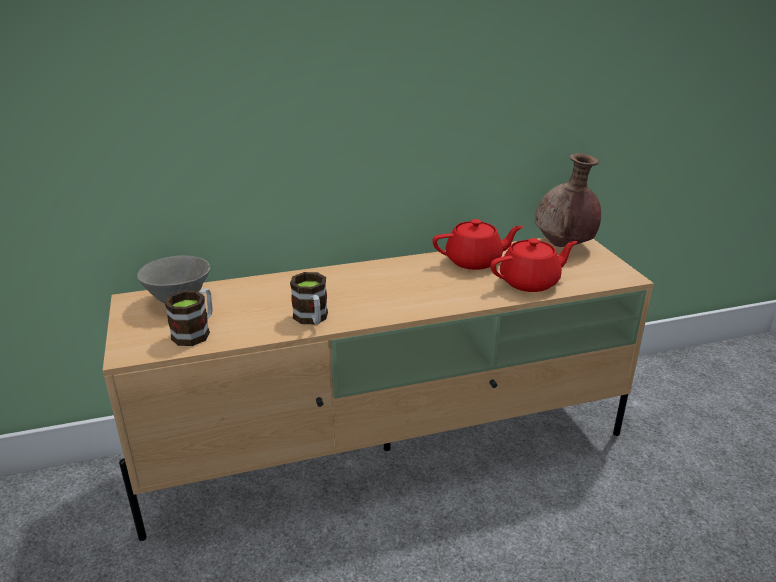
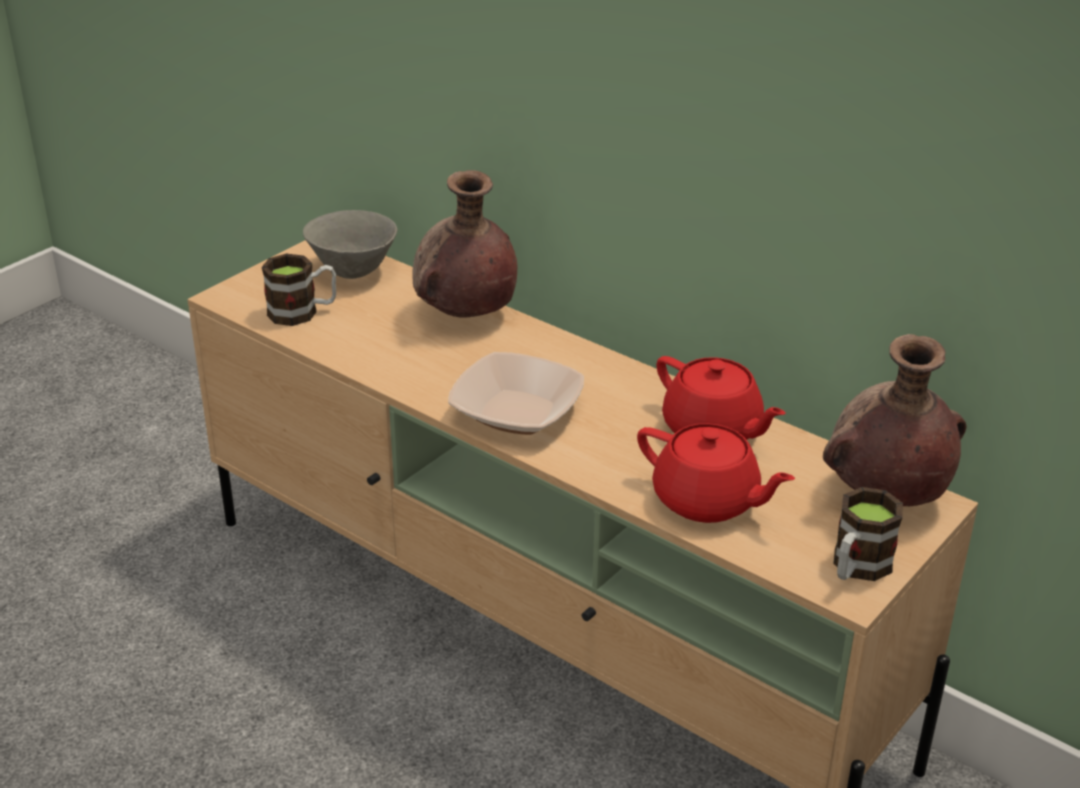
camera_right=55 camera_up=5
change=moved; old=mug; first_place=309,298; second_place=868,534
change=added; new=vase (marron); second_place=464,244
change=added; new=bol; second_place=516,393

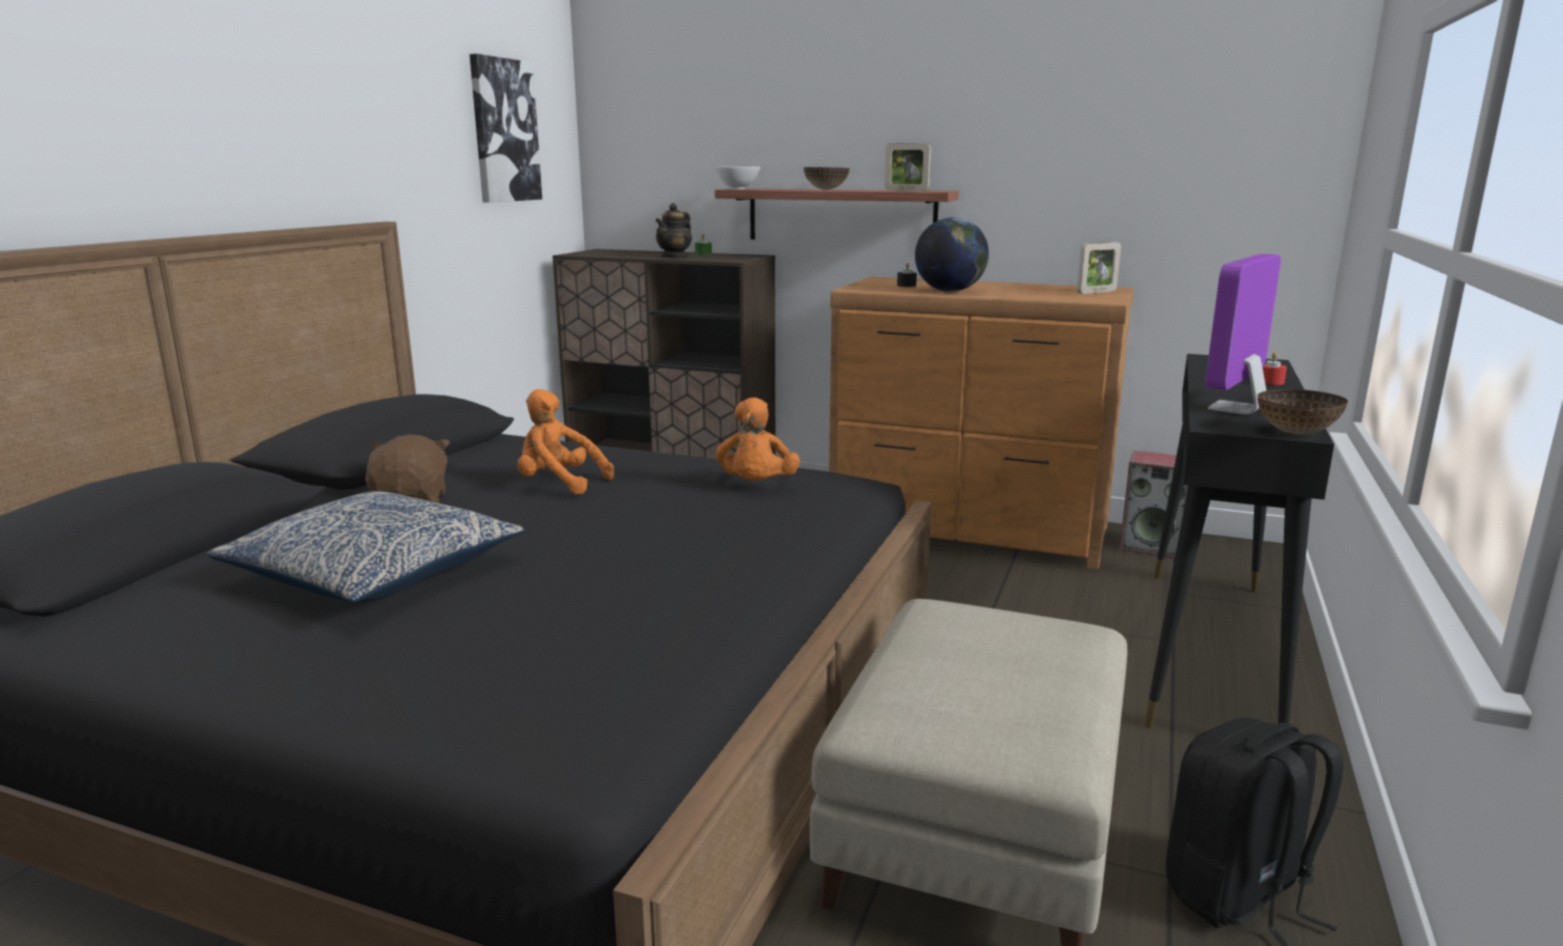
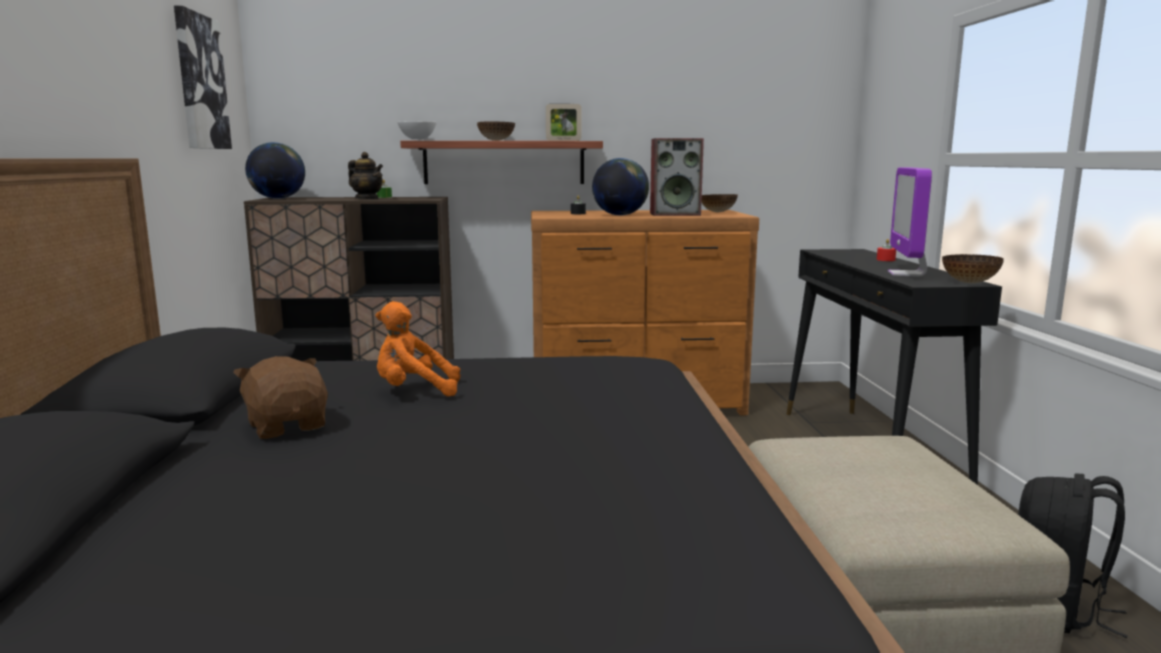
camera_right=-25 camera_up=-5
change=turned; old=théière; first_place=674,230; second_place=365,175; degrees=-60
change=replaced; old=cadre photo; new=bol; first_place=1099,268; second_place=720,203
change=removed; old=peluche (orange); first_place=758,438
change=moved; old=enceinte; first_place=1153,504; second_place=677,177
change=removed; old=coussin; first_place=365,547
change=added; new=globe; second_place=275,170

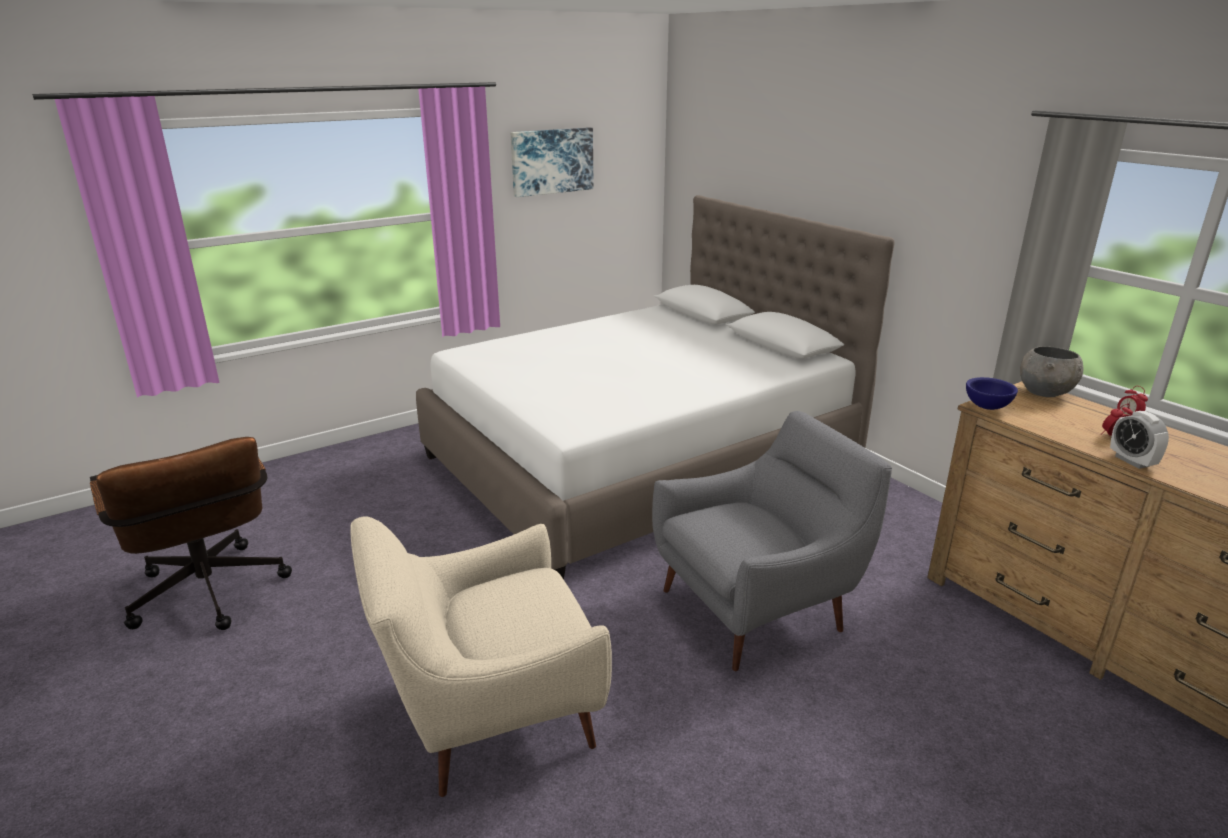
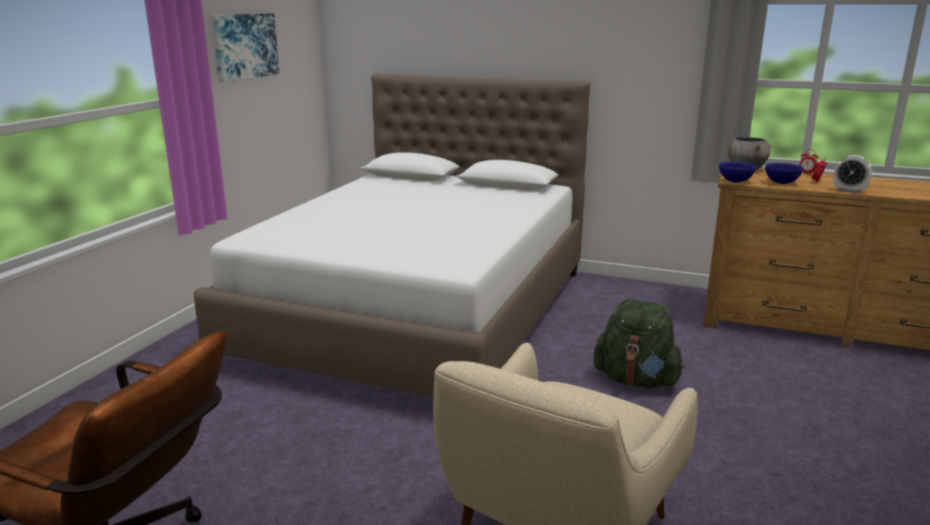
camera_right=-35 camera_up=-5
change=replaced; old=fauteuil (gris); new=sac à dos (vert); first_place=772,541; second_place=639,343
change=added; new=bol (bleu); second_place=784,173

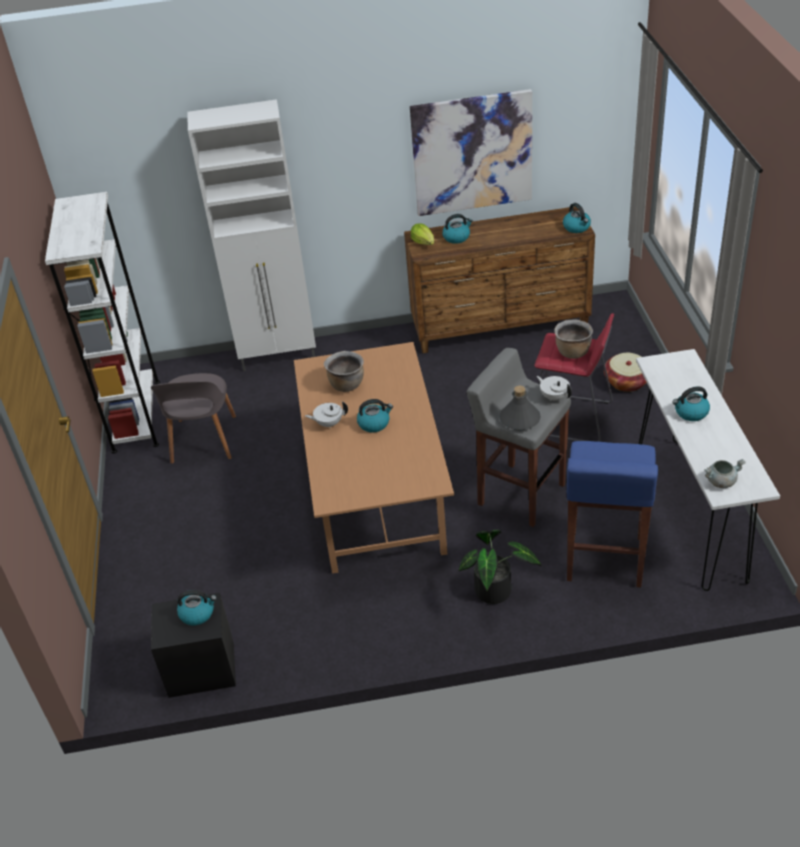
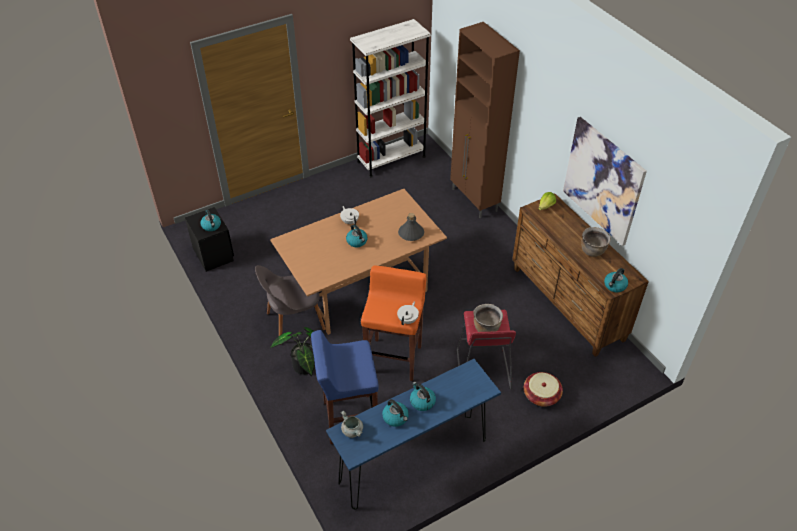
camera_right=65 camera_up=5
change=recoloured; old=meuble de rangement (blanc); new=meuble de rangement (marron); first_place=251,235; second_place=485,120
change=moved; old=bouilloire; first_place=457,229; second_place=395,413
change=recoloured; old=tabouret (gris); new=tabouret (orange); first_place=519,437; second_place=393,323
change=recoloured; old=table console (blanc); new=table console (bleu); first_place=708,470; second_place=413,434
change=moved; old=marmite (marron); first_place=344,371; second_place=596,242
change=moved; old=chaise (gris); first_place=193,418; second_place=290,305
change=moved; old=bouteille (gris); first_place=520,408; second_place=411,227

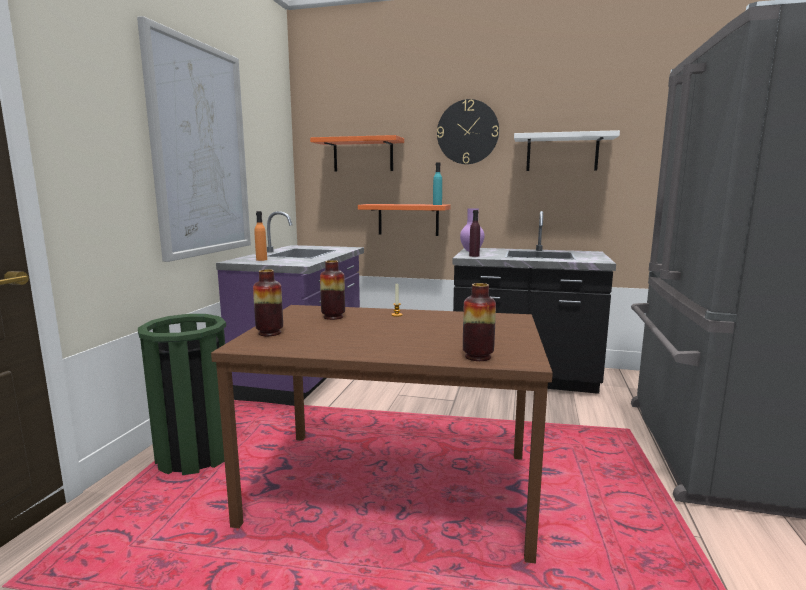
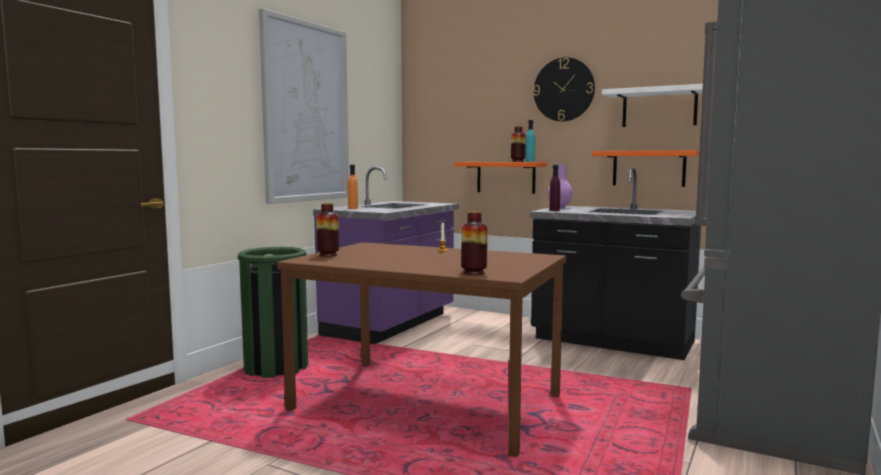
camera_right=15 camera_up=-5
change=moved; old=étagère (orange); first_place=357,153; second_place=645,168
change=moved; old=vase; first_place=332,290; second_place=518,144

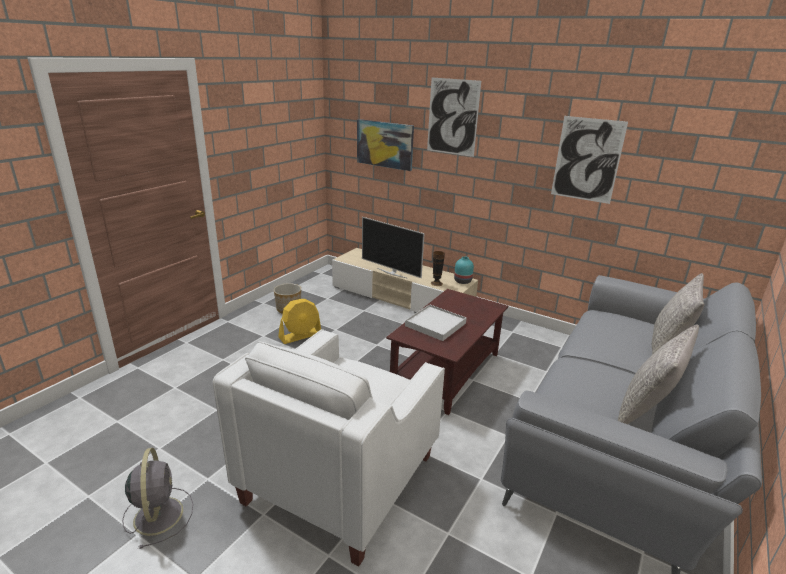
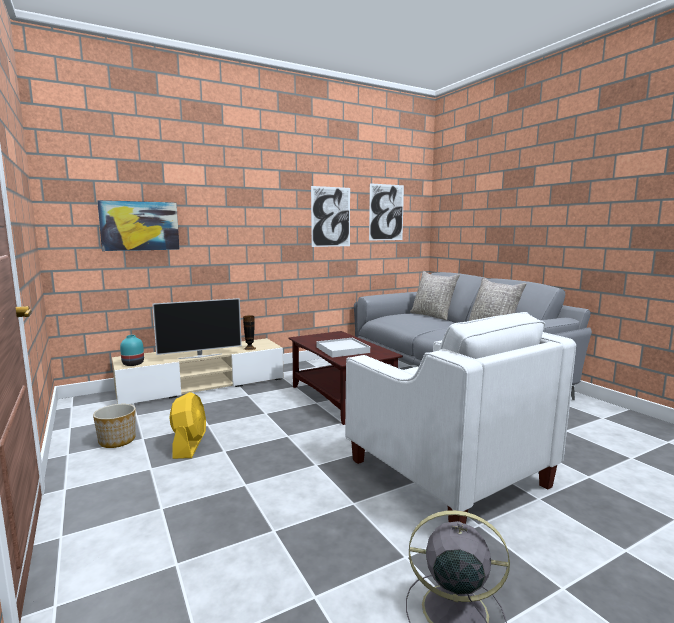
camera_right=-60 camera_up=-15
change=moved; old=tableau; first_place=454,117; second_place=386,211
change=moved; old=vase (turquoise); first_place=464,270; second_place=132,350

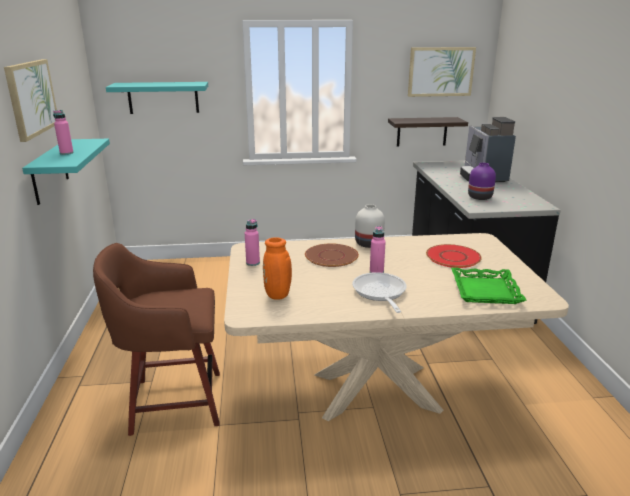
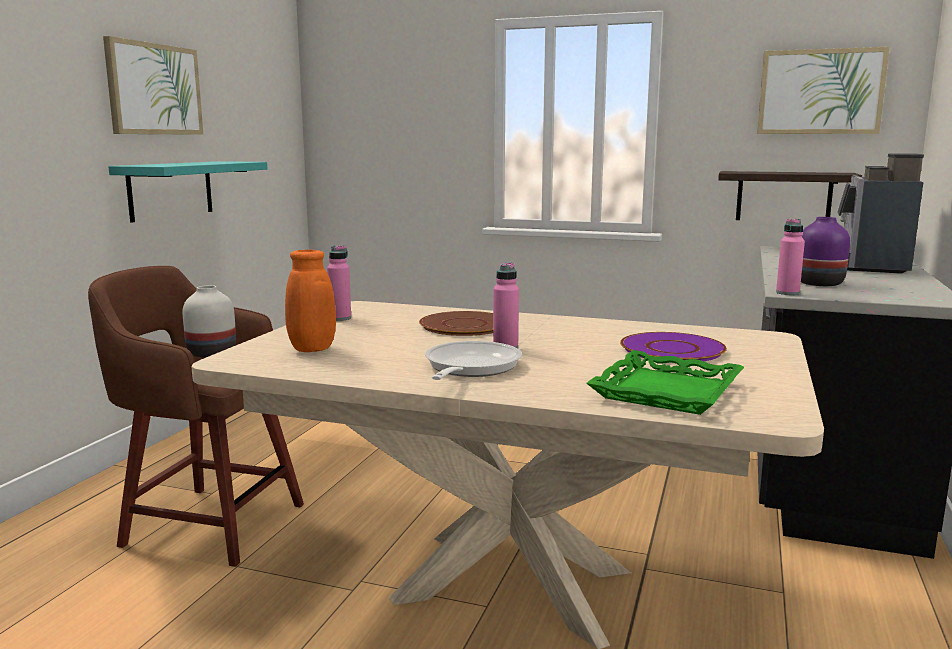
camera_right=25 camera_up=-10
change=removed; old=étagère (turquoise); first_place=157,98
change=moved; old=bouteille (rose); first_place=63,132; second_place=790,257
change=moved; old=vase (blanc); first_place=370,226; second_place=209,321
change=recoloured; old=assiette (rouge); new=assiette (violet); first_place=454,256; second_place=673,346

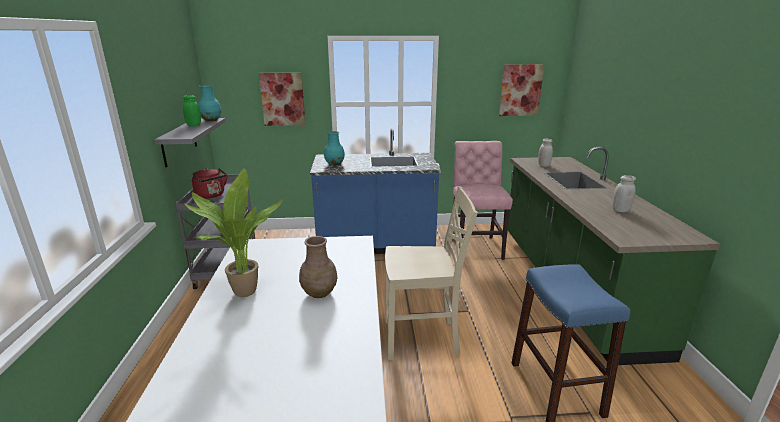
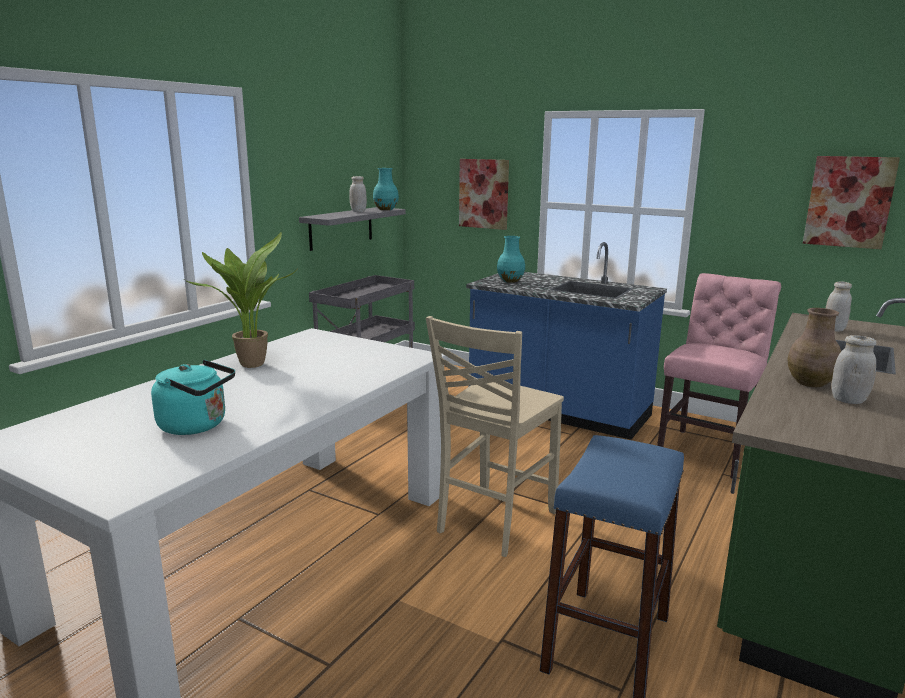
camera_right=35 camera_up=-5
change=recoloured; old=bocal (vert); new=bocal (blanc); first_place=192,111; second_place=358,194
change=removed; old=bouilloire (rouge); first_place=209,183
change=turned; old=chaise (beige); first_place=431,273; second_place=495,436; degrees=90
change=moved; old=vase (marron); first_place=318,267; second_place=814,347
change=added; new=bouilloire (turquoise); second_place=193,397

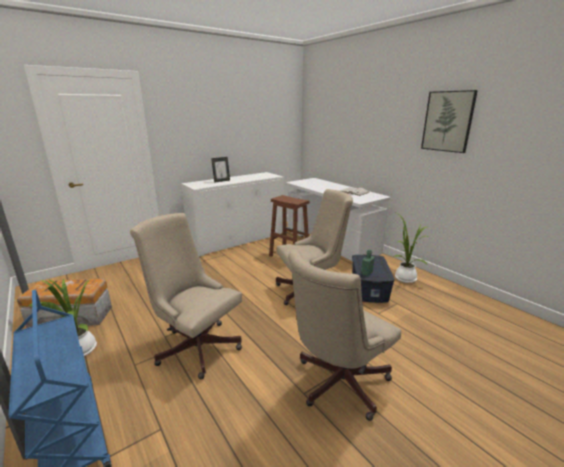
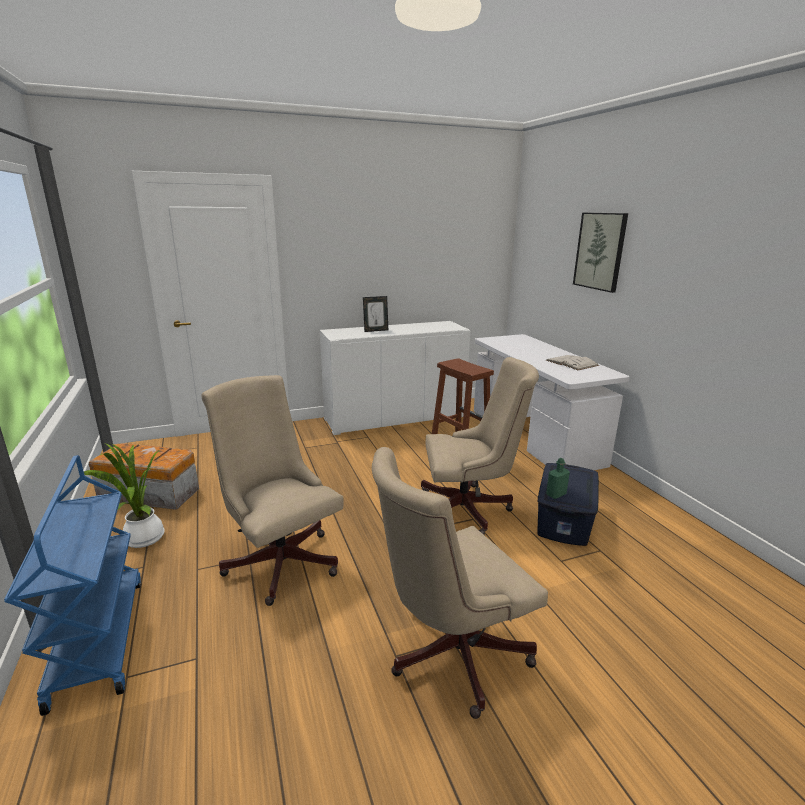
camera_right=15 camera_up=0
change=moved; old=tableau; first_place=449,121; second_place=600,253
change=removed; old=plante en pot; first_place=411,248

